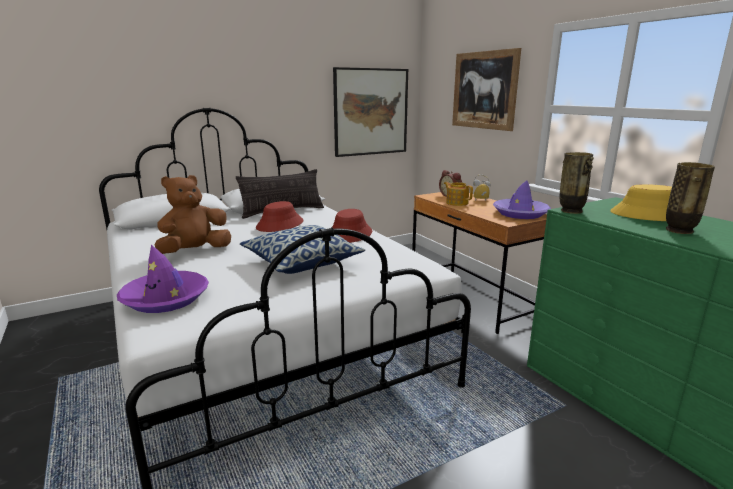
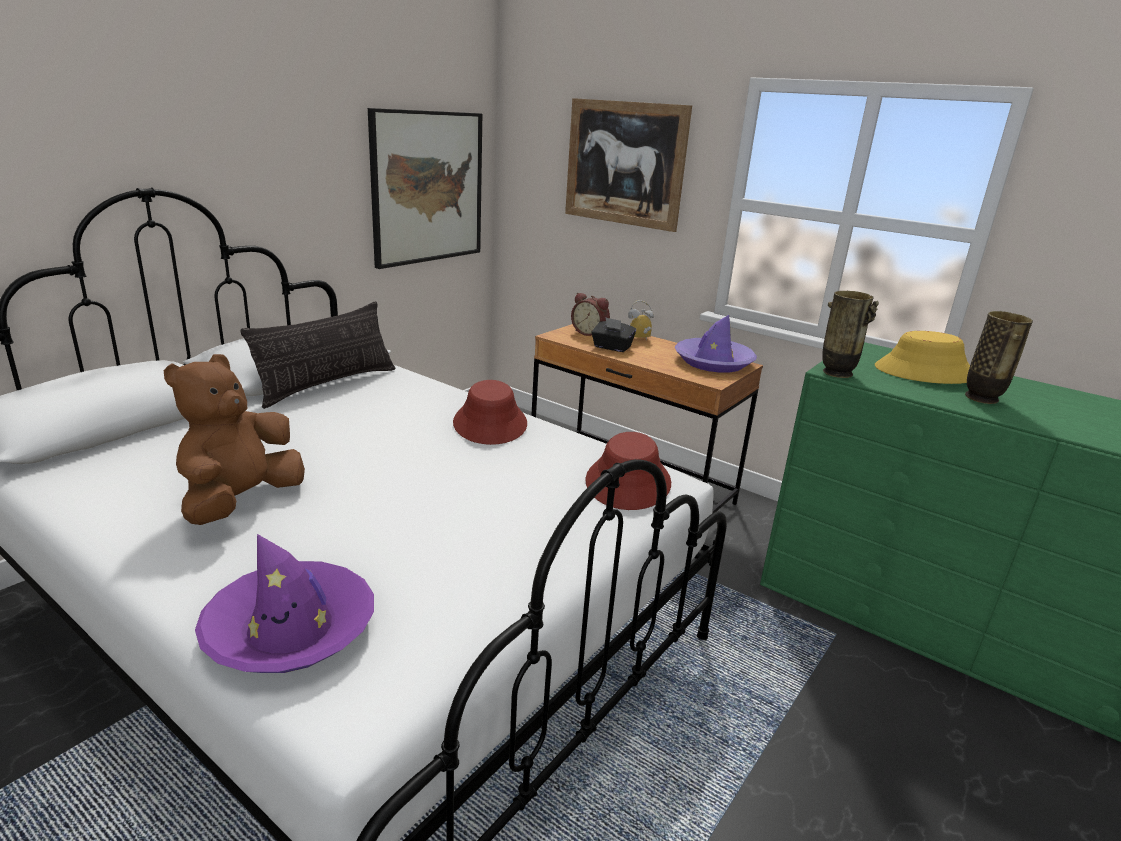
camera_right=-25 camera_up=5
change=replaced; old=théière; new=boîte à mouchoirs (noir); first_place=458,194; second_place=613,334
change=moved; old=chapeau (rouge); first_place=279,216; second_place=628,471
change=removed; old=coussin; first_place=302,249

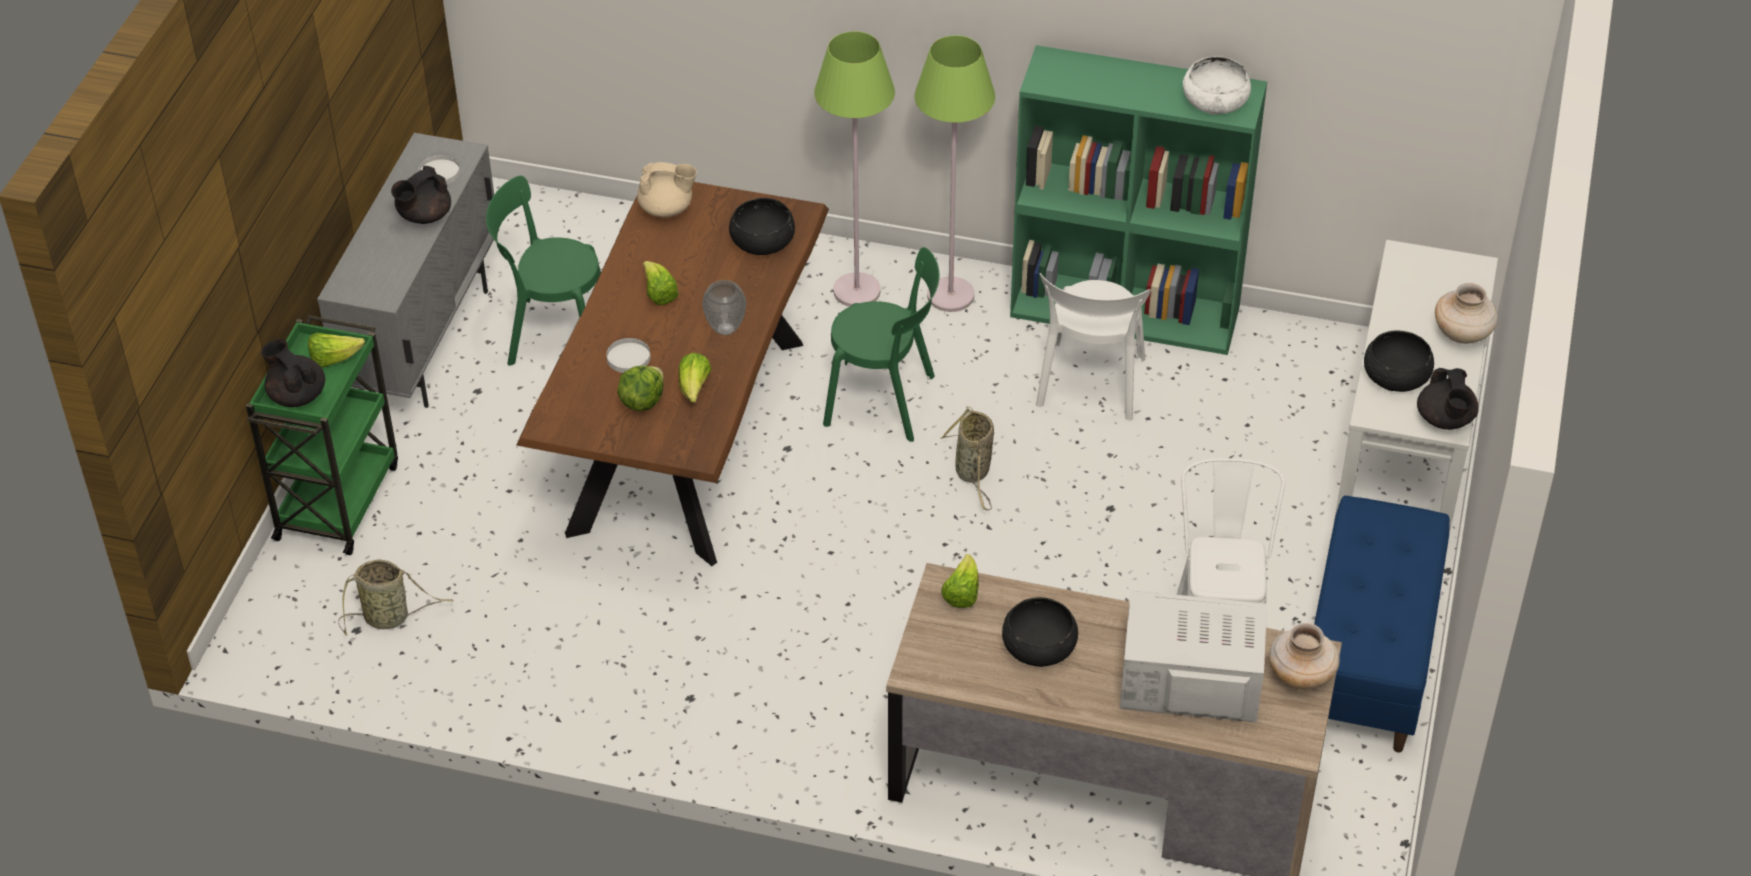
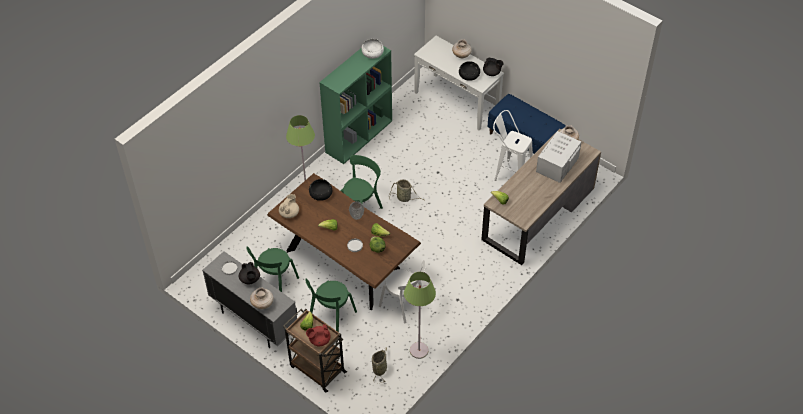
camera_right=-65 camera_up=5
change=moved; old=lampadaire (vert); first_place=954,173; second_place=420,315
change=moved; old=chaise (blanc); first_place=1093,347; second_place=402,292
change=recoloured; old=chariot (vert); new=chariot (marron); first_place=322,435; second_place=315,350
change=recoloured; old=théière (noir); new=théière (rouge); first_place=293,373; second_place=318,335
change=removed; old=bol (noir); first_place=1040,632
change=added; new=chaise (vert); second_place=331,305
change=added; new=vase (beige); second_place=262,298

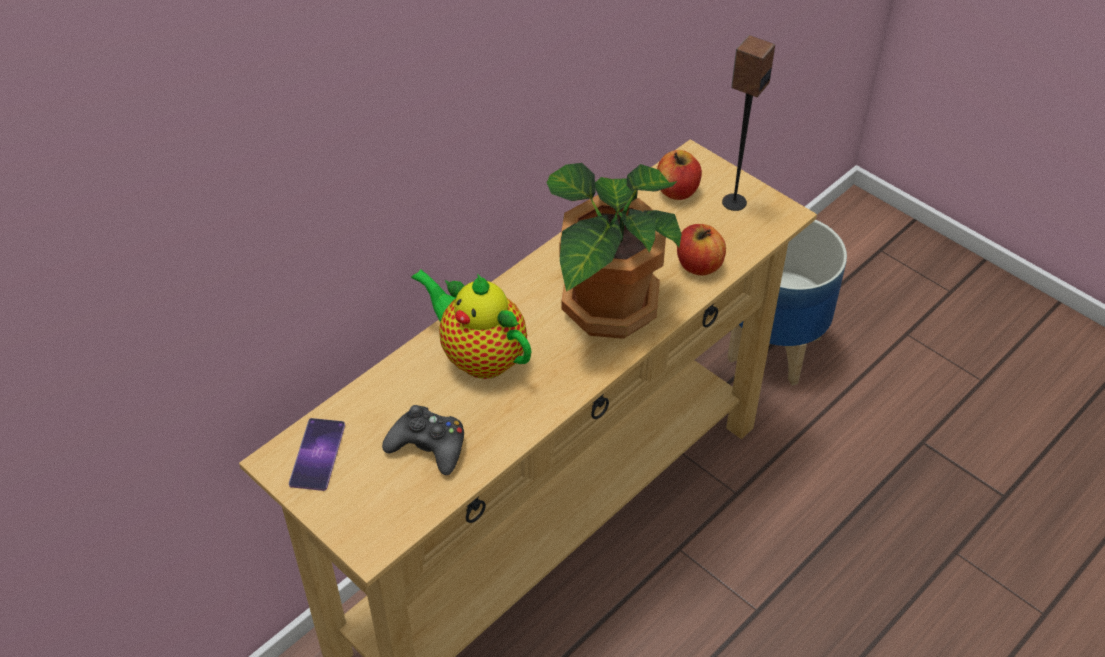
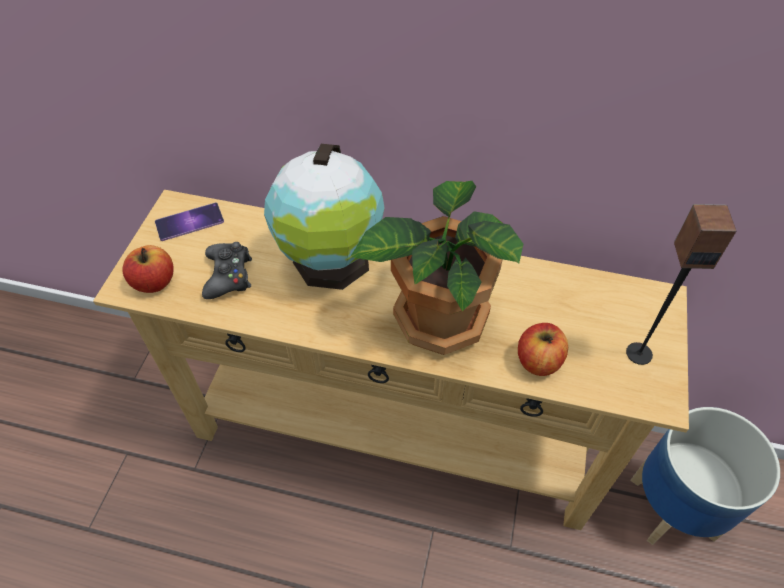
camera_right=60 camera_up=5
change=moved; old=pomme; first_place=679,175; second_place=148,269
change=replaced; old=théière; new=globe; first_place=471,324; second_place=324,217

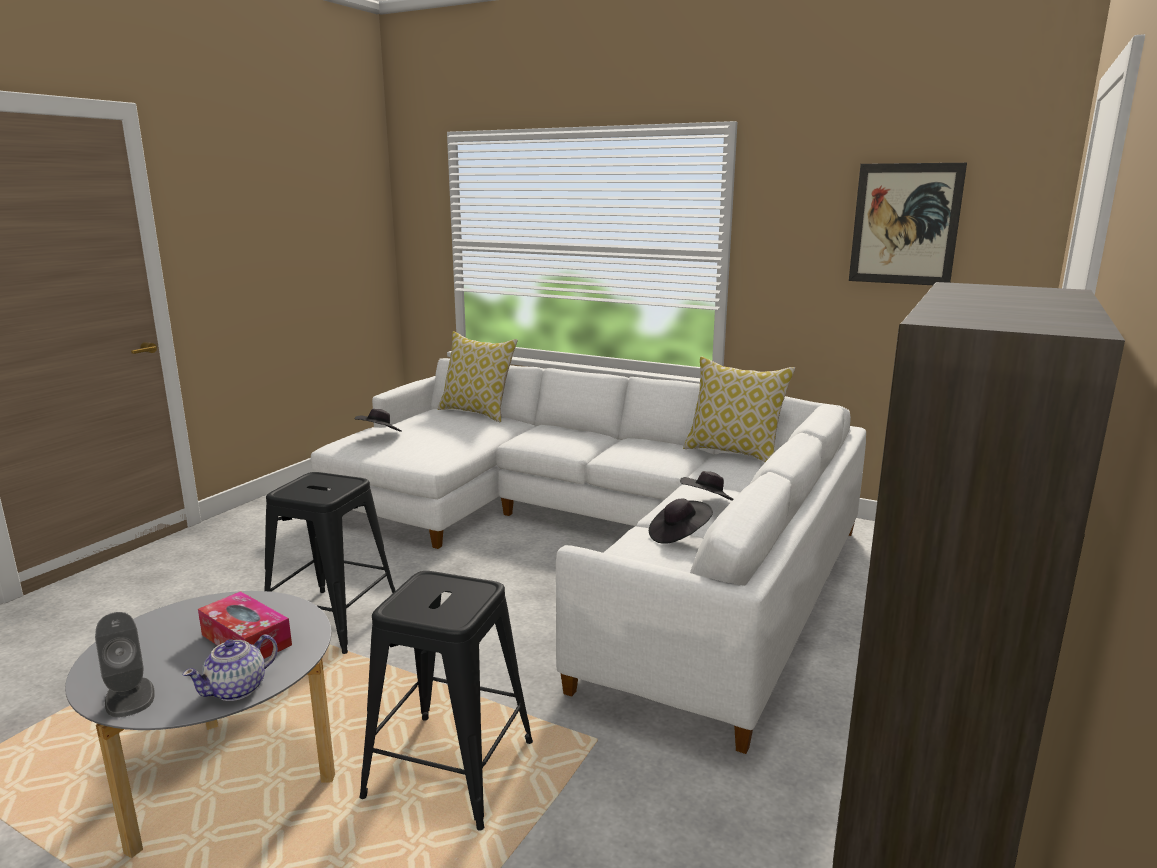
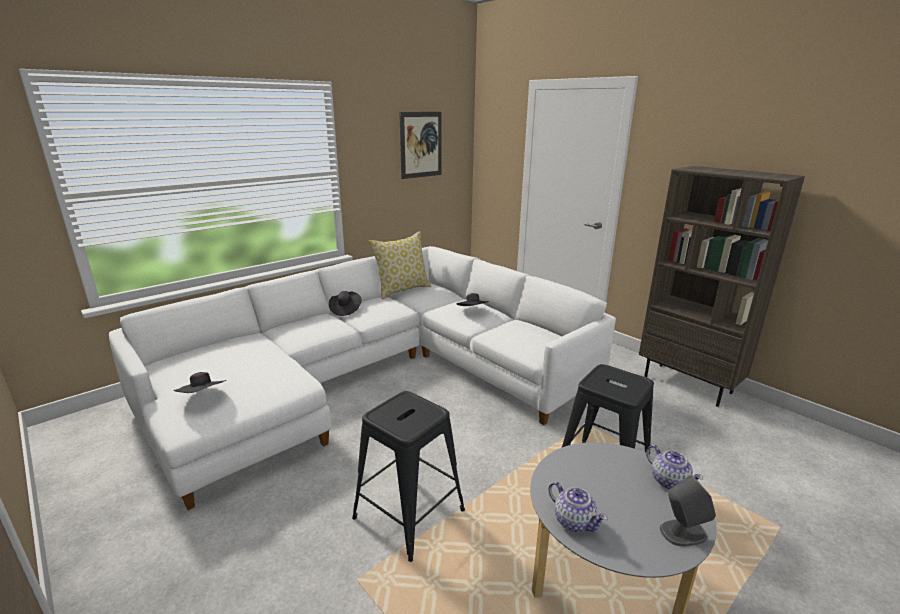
camera_right=-70 camera_up=5
change=removed; old=coussin; first_place=478,376
change=moved; old=chapeau (noir); first_place=681,521; second_place=345,303
change=removed; old=boîte à mouchoirs; first_place=245,625
change=added; new=théière; second_place=578,507

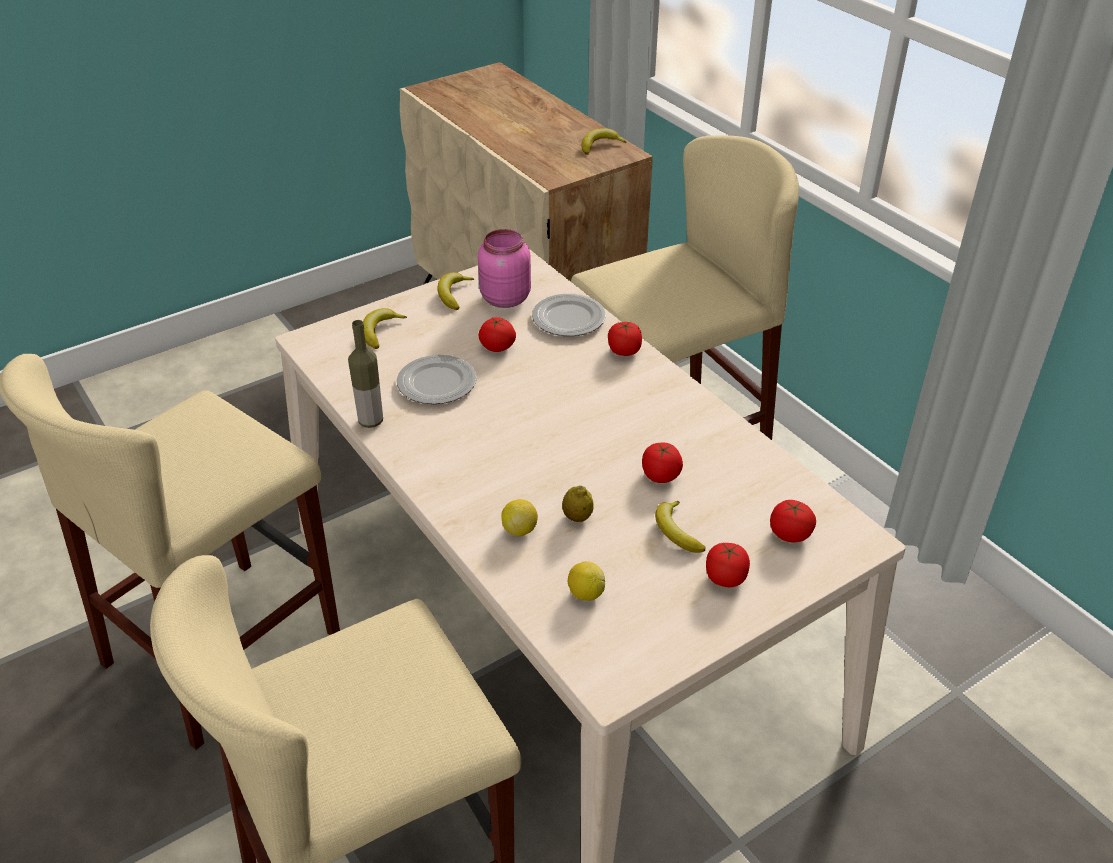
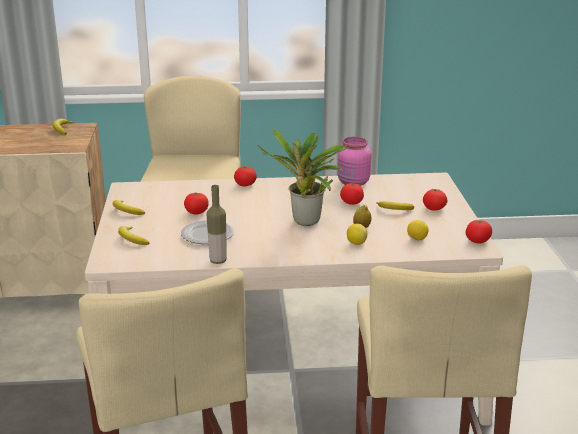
camera_right=-60 camera_up=-15
change=moved; old=bocal (rose); first_place=504,268; second_place=354,161
change=removed; old=assiette; first_place=569,315
change=moved; old=tomate; first_place=793,521; second_place=479,232
change=added; new=plante en pot; second_place=304,178

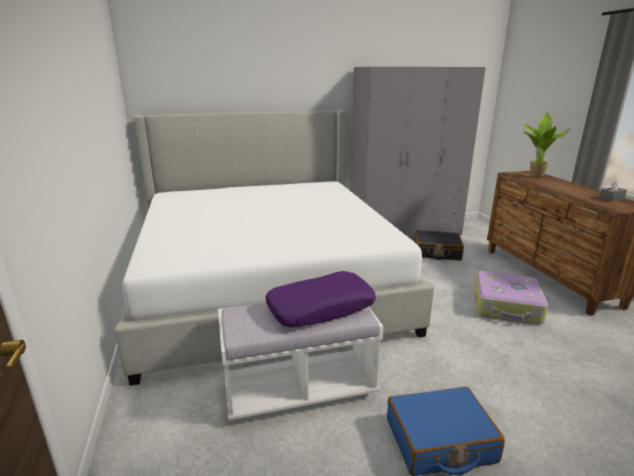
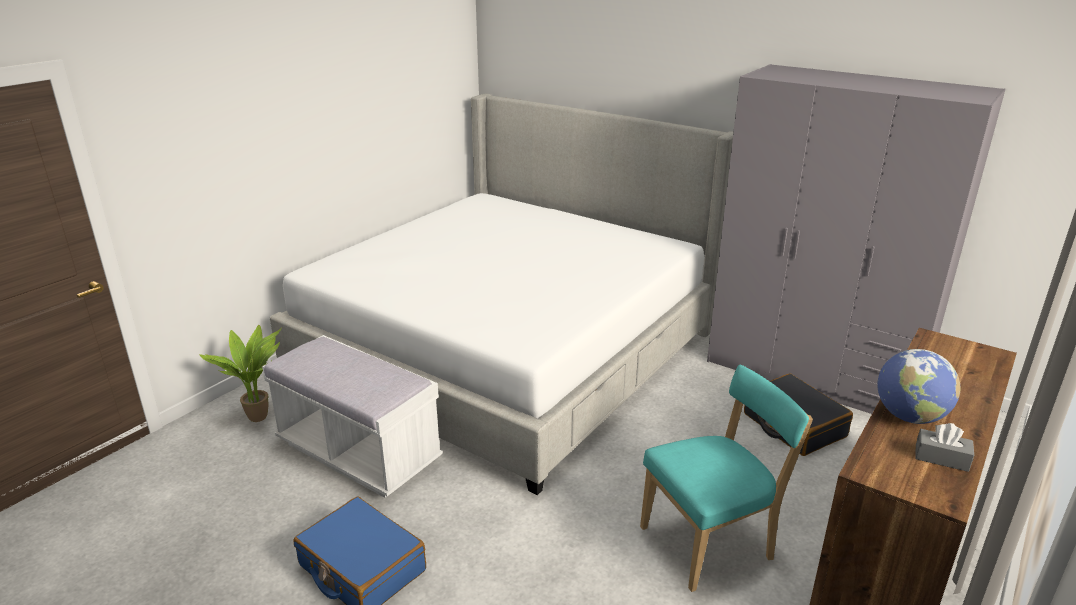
camera_right=50 camera_up=5
change=moved; old=plante en pot; first_place=546,145; second_place=241,373
change=removed; old=coussin (violet); first_place=320,299
change=replaced; old=valise; new=chaise (turquoise); first_place=511,298; second_place=726,478
change=added; new=globe; second_place=919,386

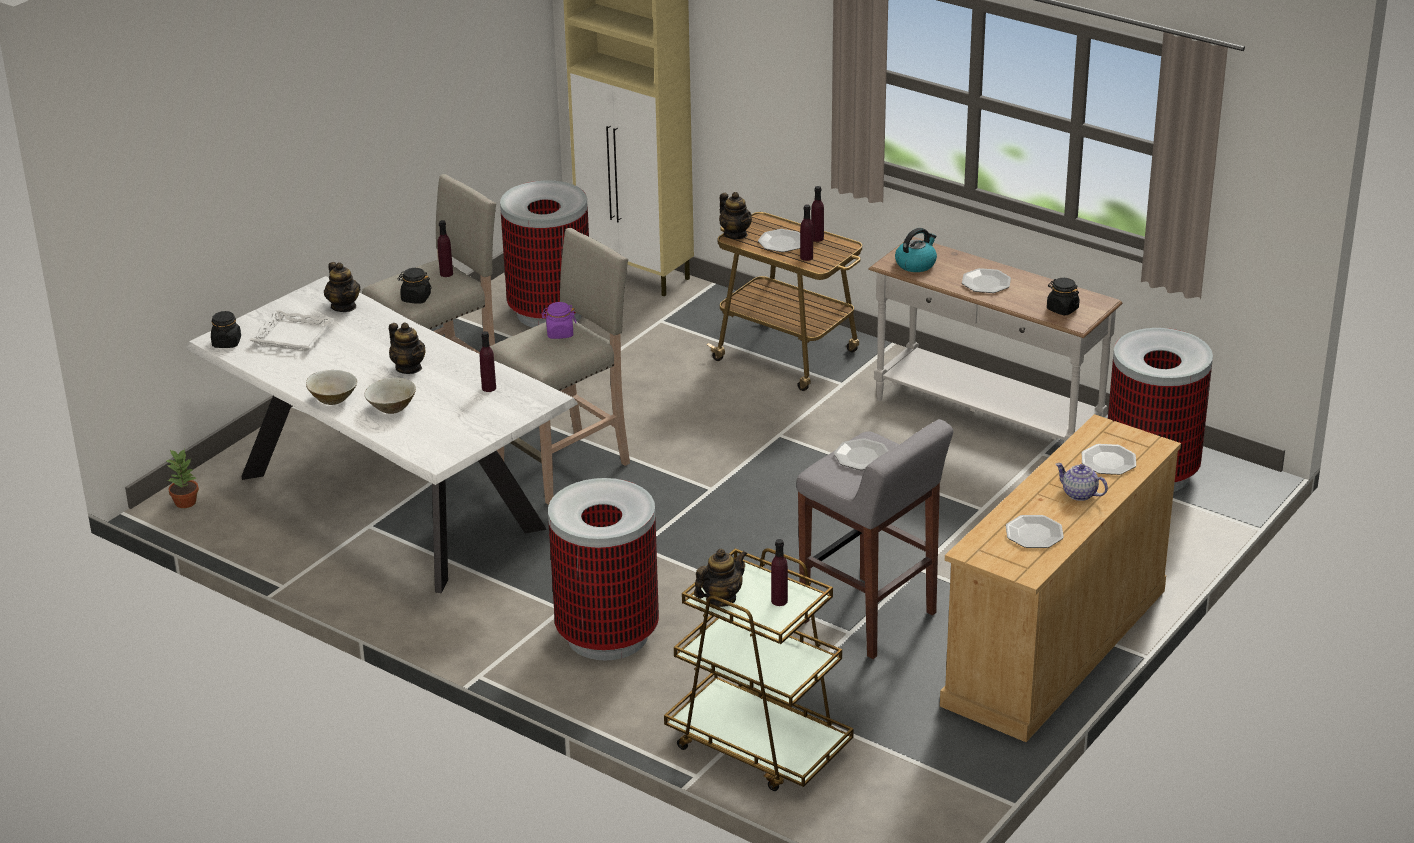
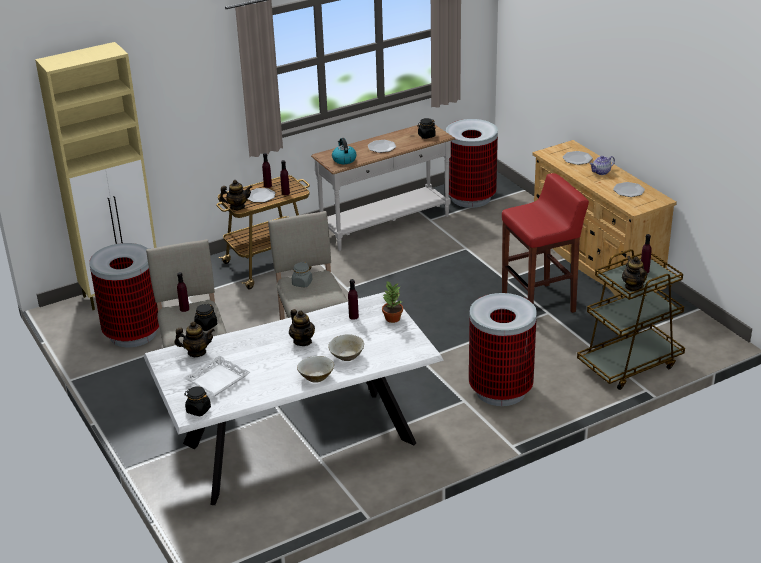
camera_right=-65 camera_up=0
change=recoloured; old=bocal (violet); new=bocal (gris); first_place=559,320; second_place=302,274
change=turned; old=théière; first_place=407,348; second_place=302,327; degrees=75
change=recoloured; old=tabouret (gris); new=tabouret (rouge); first_place=874,539; second_place=545,243
change=removed; old=assiette; first_place=861,454
change=moved; old=plante en pot; first_place=182,478; second_place=392,302

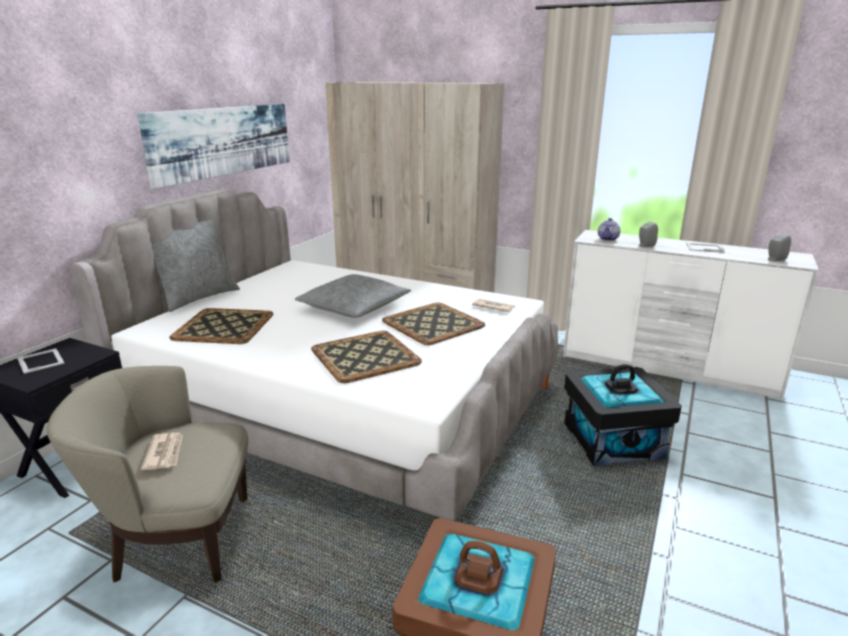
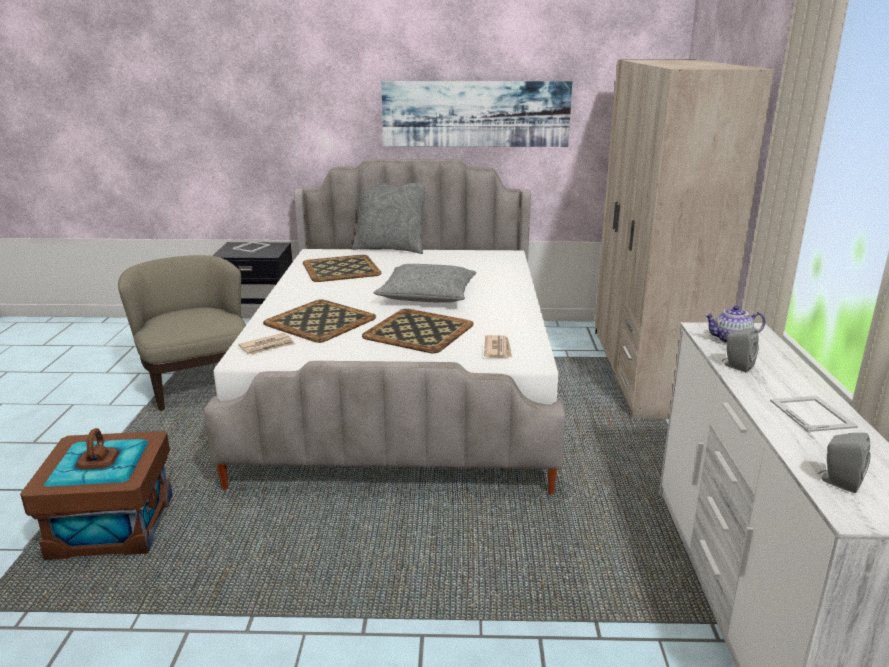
camera_right=65 camera_up=0
change=removed; old=boîte de rangement (noir); first_place=623,415
change=moved; old=journal; first_place=162,451; second_place=266,344

